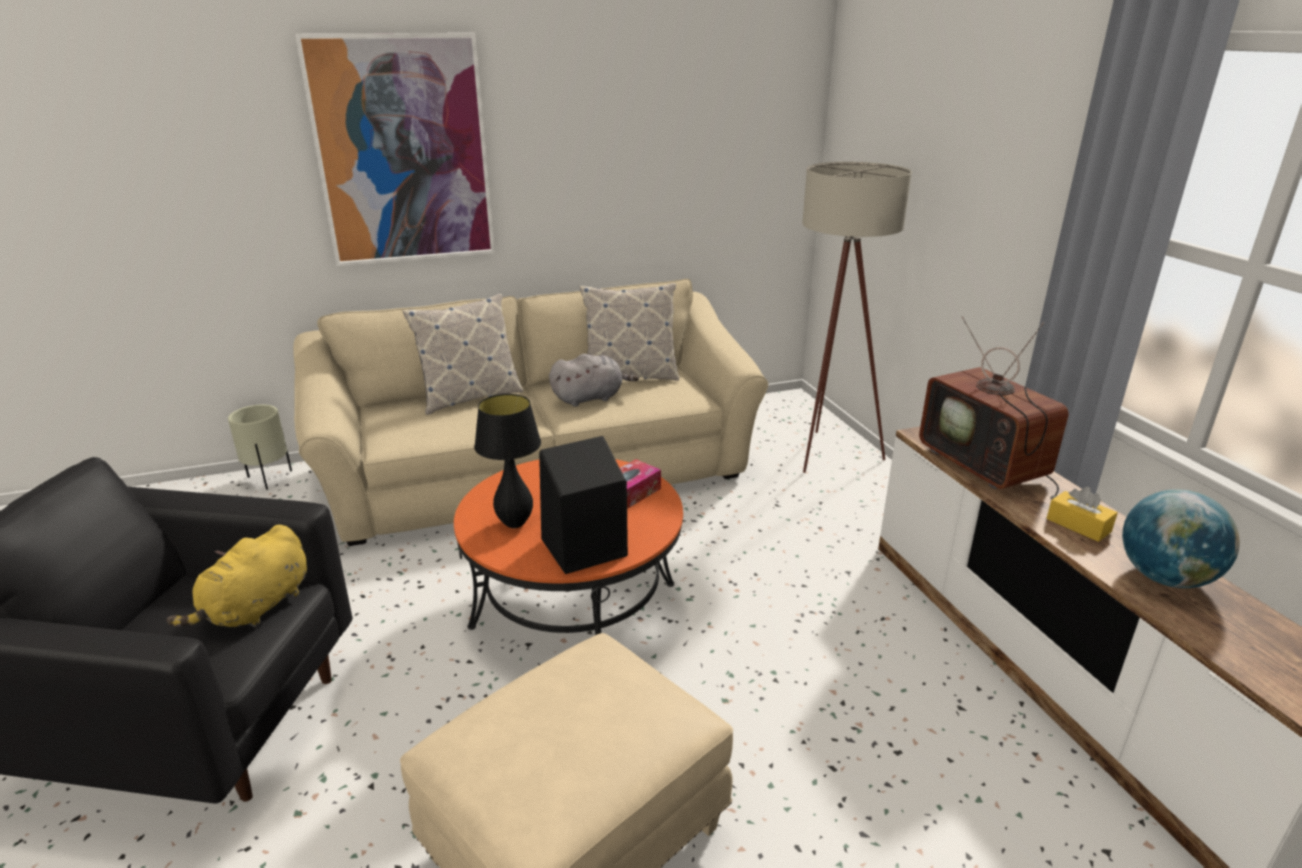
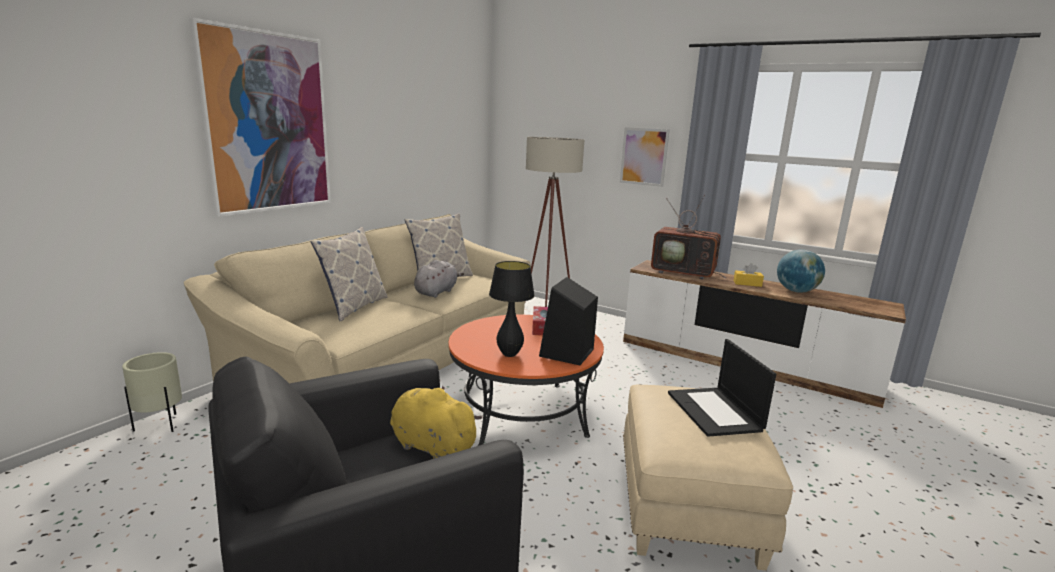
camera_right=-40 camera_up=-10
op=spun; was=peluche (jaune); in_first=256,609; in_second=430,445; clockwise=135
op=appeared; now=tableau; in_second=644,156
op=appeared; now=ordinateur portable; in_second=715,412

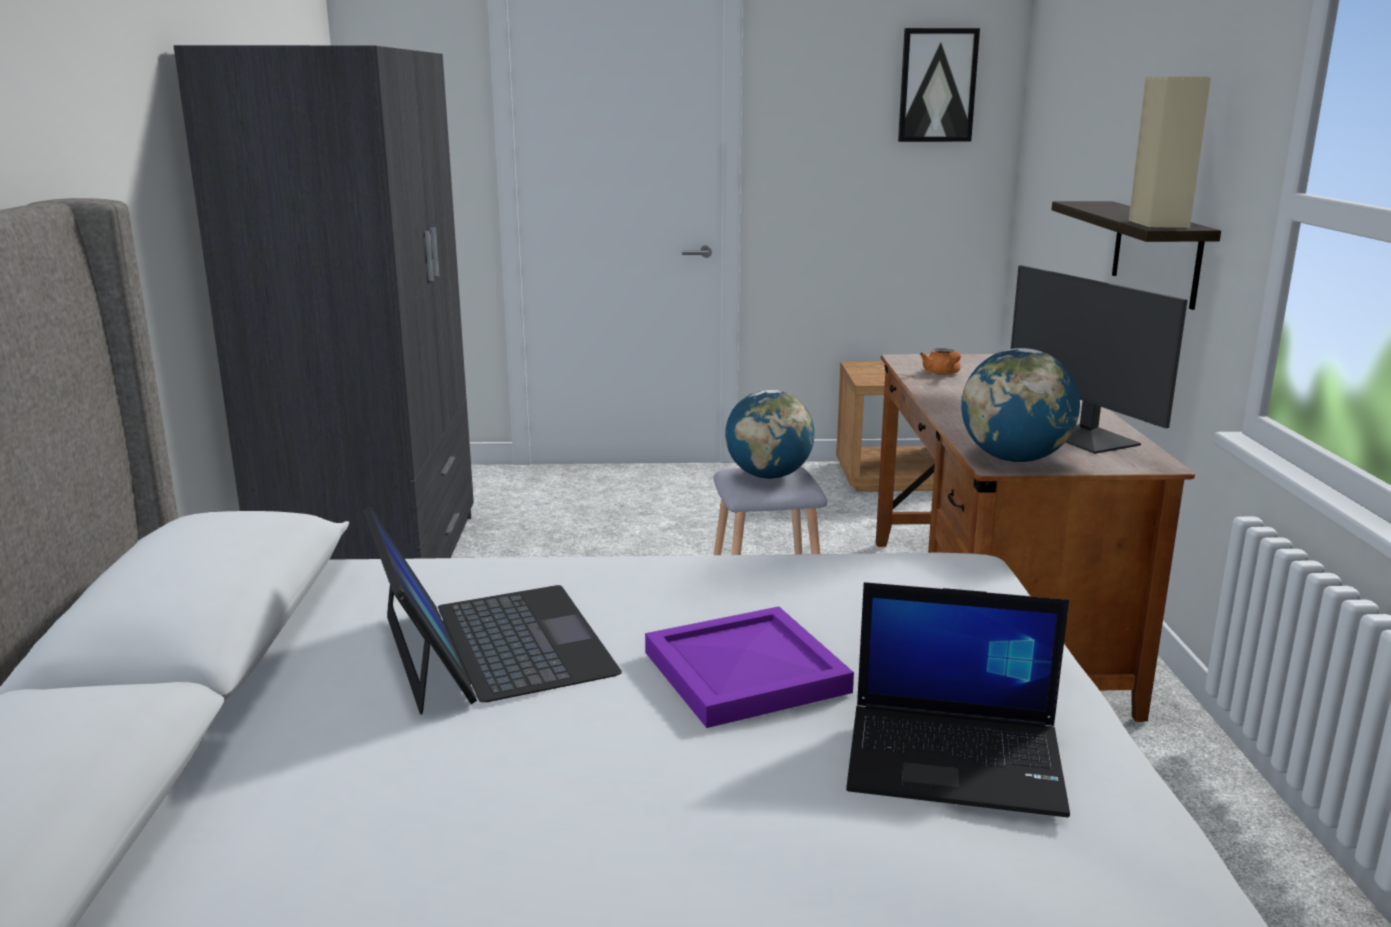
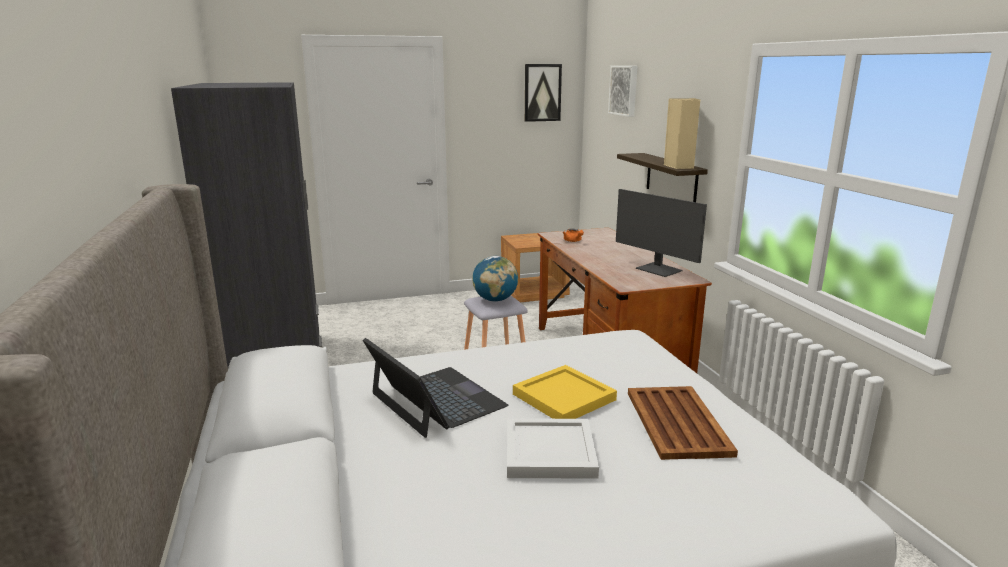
camera_right=-15 camera_up=0
op=appeared; now=plateau (blanc); in_second=548,452
op=colour; was=plateau (violet); now=plateau (jaune); in_first=749,672; in_second=565,397
op=appeared; now=tableau; in_second=624,90
op=exchanged; was=ordinateur portable; now=plateau (marron); in_first=957,759; in_second=677,422
op=missing; was=globe; in_first=1014,459

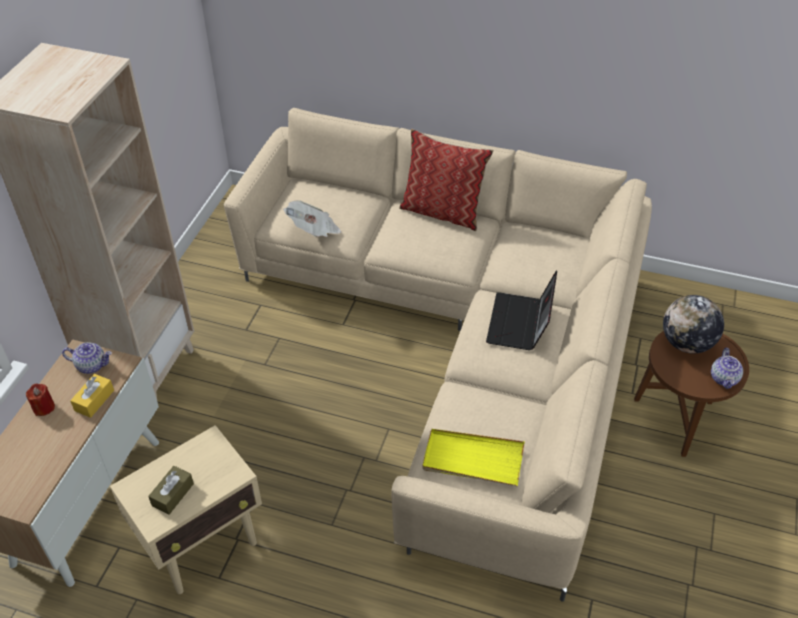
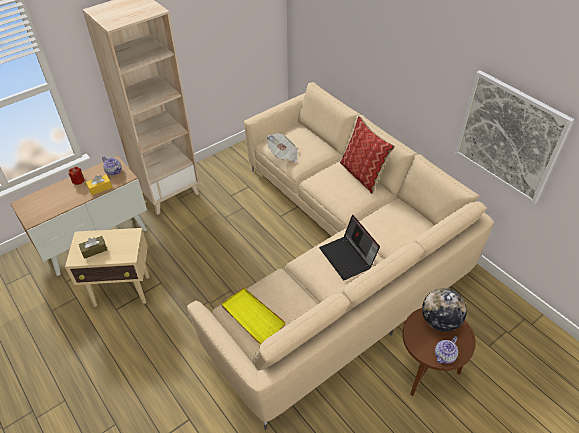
camera_right=35 camera_up=0
op=spun; was=ordinateur portable; in_first=520,324; in_second=348,257; clockwise=-75
op=appeared; now=tableau; in_second=509,137

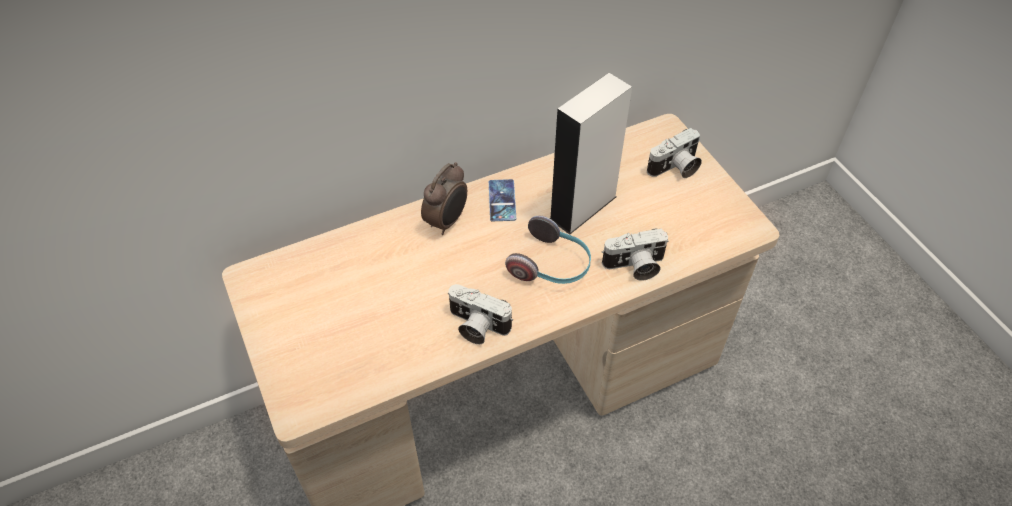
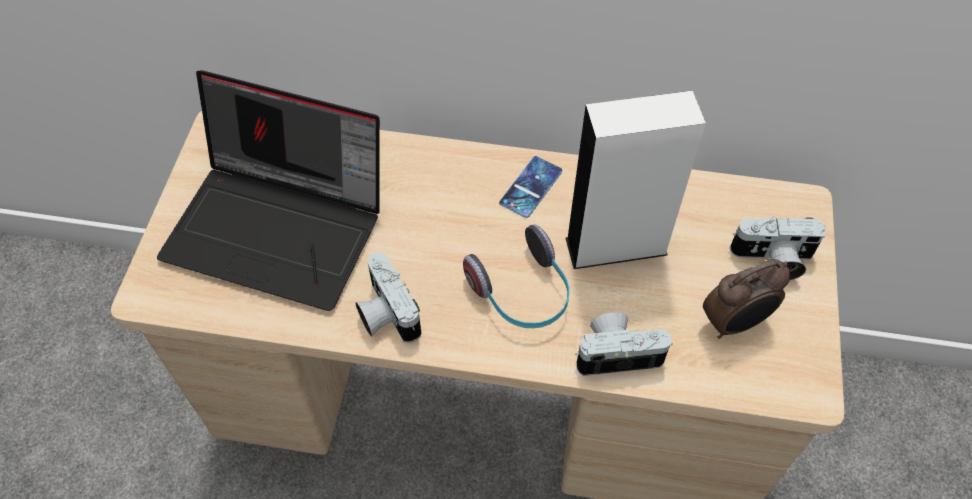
camera_right=35 camera_up=5
op=appeared; now=ordinateur portable; in_second=281,226
op=spun; was=appareil photo; in_first=635,266; in_second=617,352; clockwise=150
op=relocated; was=réveil; in_first=447,221; in_second=735,323

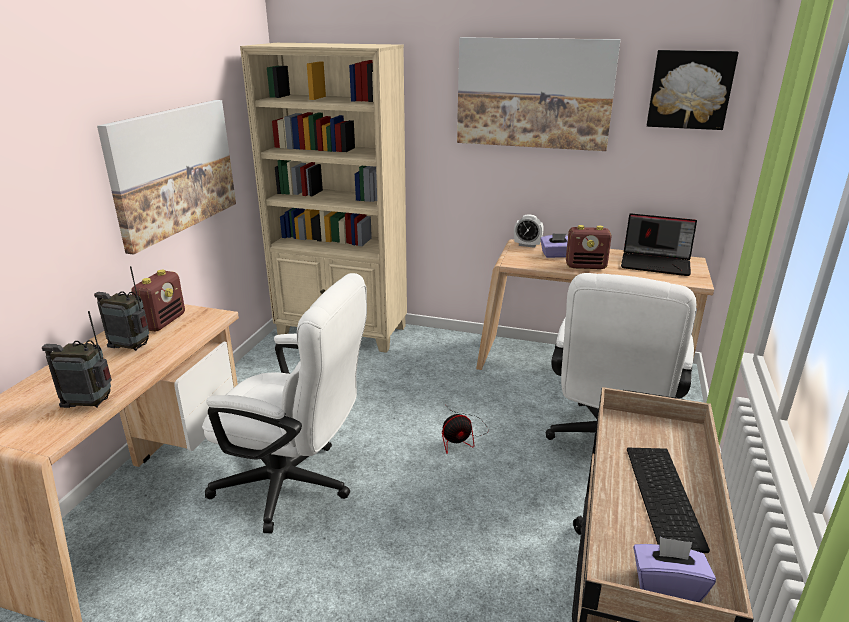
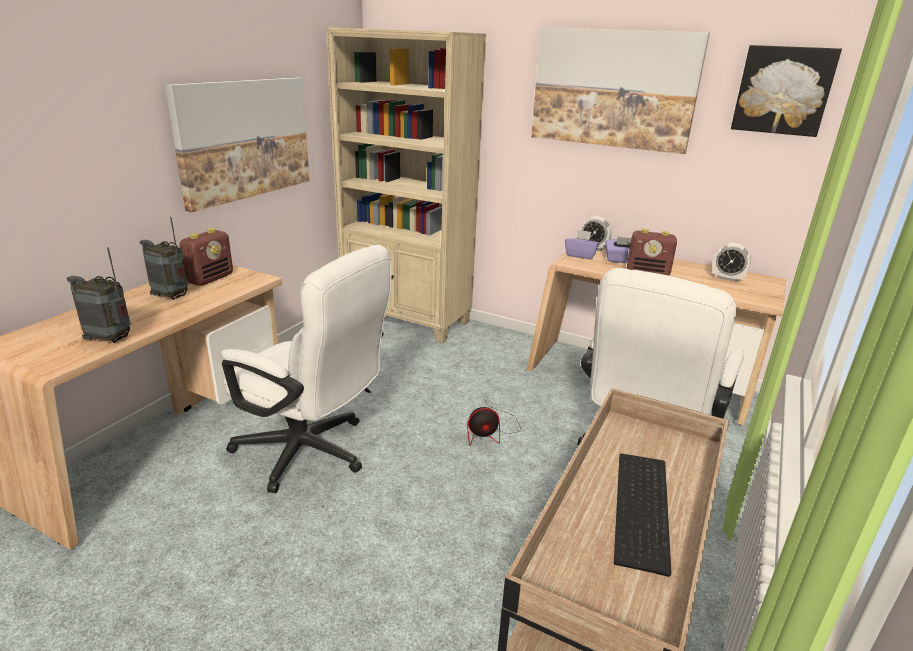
camera_right=10 camera_up=0
op=relocated; was=boîte à mouchoirs (violet); in_first=667,584; in_second=580,255
op=exchanged; was=ordinateur portable; now=réveil; in_first=656,263; in_second=727,278

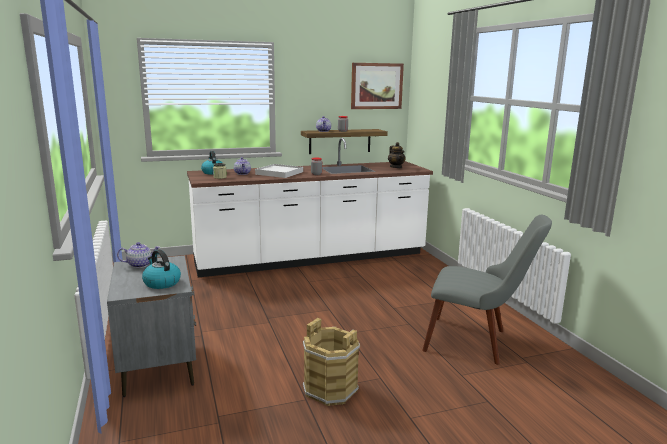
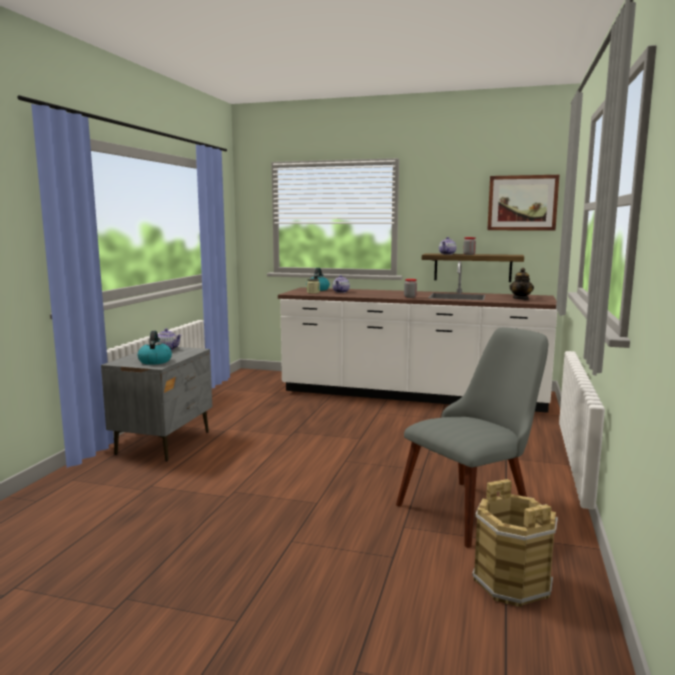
camera_right=35 camera_up=-5
op=spun; was=chaise (gris); in_first=477,342; in_second=474,506; clockwise=-90
op=relocated; was=seau (marron); in_first=330,389; in_second=512,582
op=missing; was=plateau (blanc); in_first=279,173

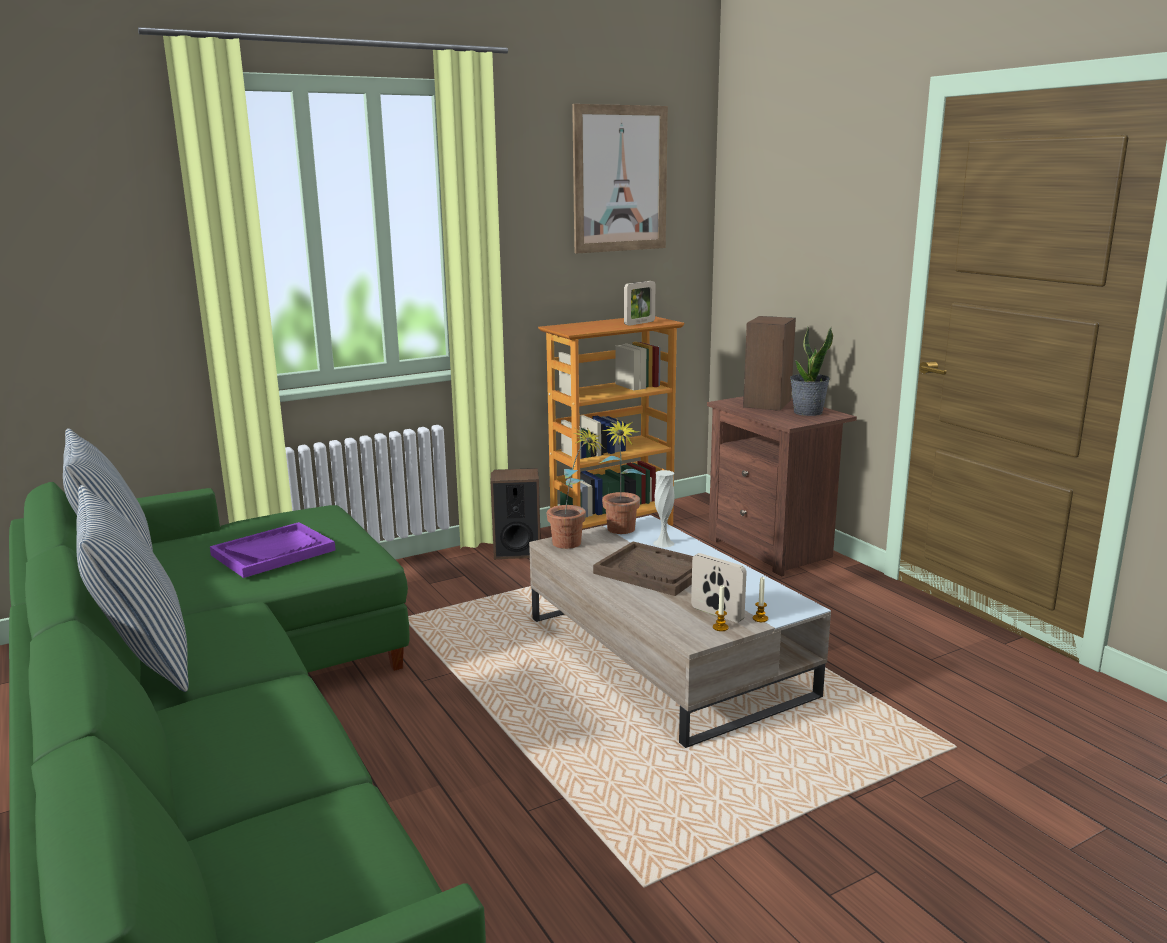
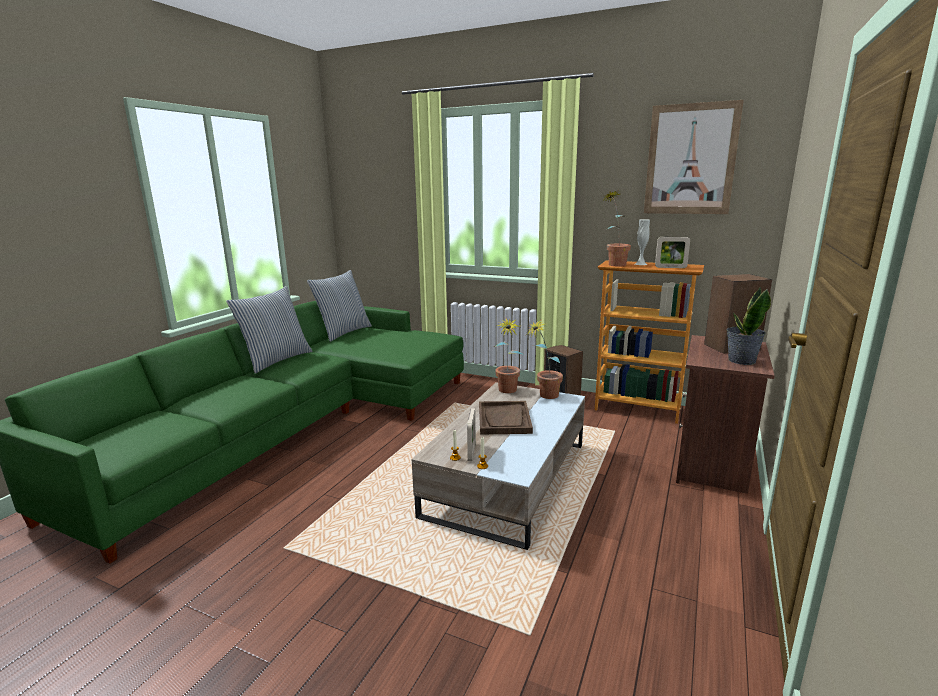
camera_right=55 camera_up=0
op=appeared; now=plante en pot; in_second=614,264
op=relocated; was=vase (blanc); in_first=663,543; in_second=640,264
op=missing; was=plateau (violet); in_first=273,552

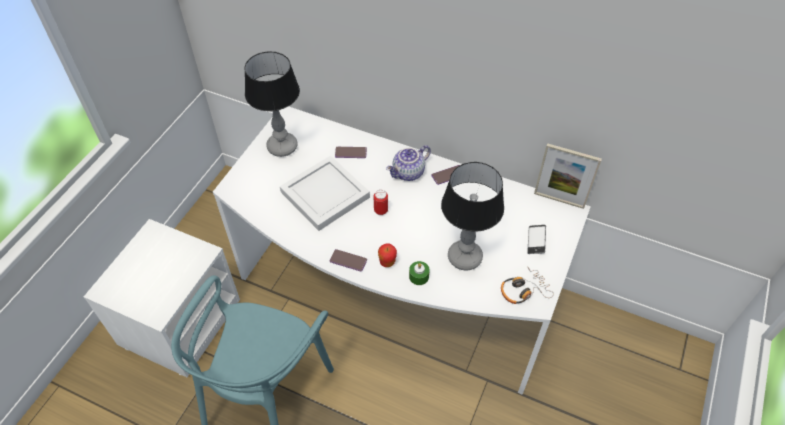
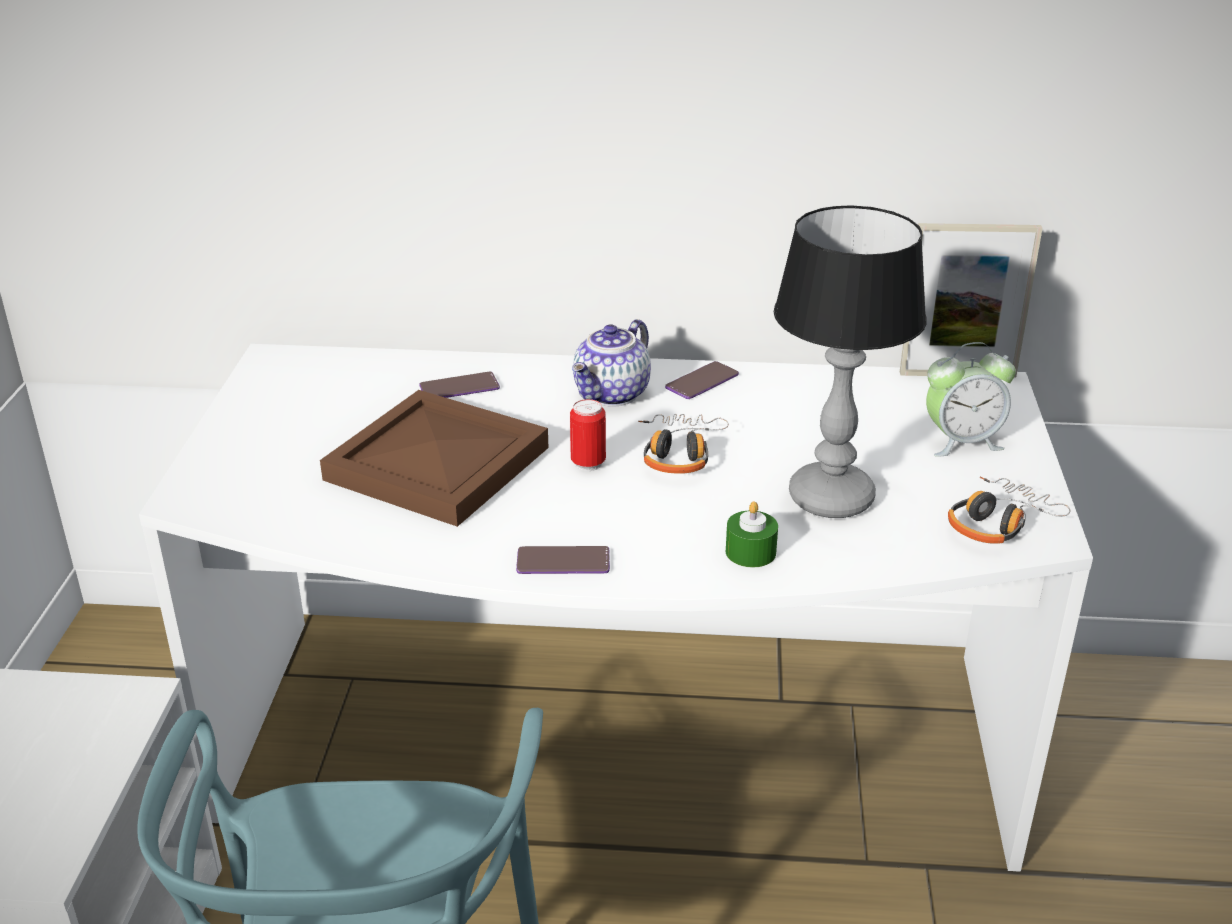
camera_right=-20 camera_up=-20
op=colour; was=plateau (blanc); now=plateau (marron); in_first=325,196; in_second=438,465
op=appeared; now=casque audio; in_second=679,453
op=exchanged; was=téléphone; now=réveil; in_first=536,241; in_second=961,442
op=missing; was=lampe de table; in_first=282,147
op=missing; was=pomme; in_first=387,262

